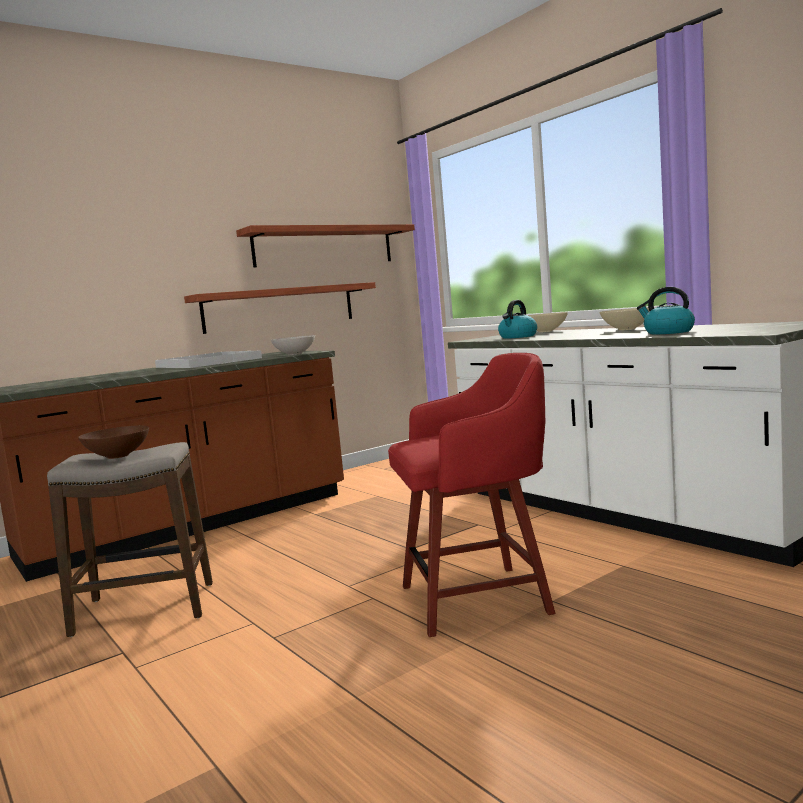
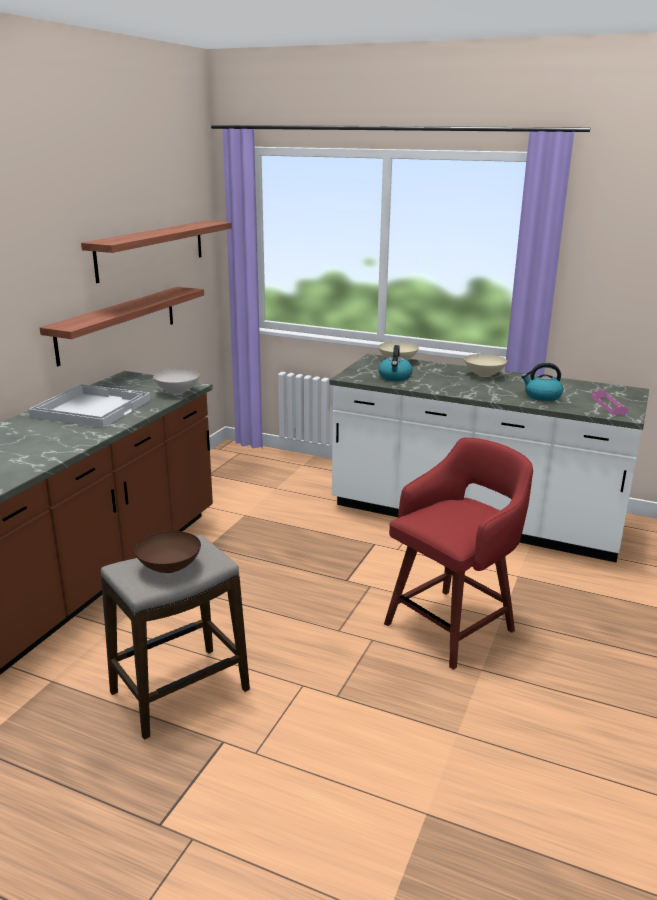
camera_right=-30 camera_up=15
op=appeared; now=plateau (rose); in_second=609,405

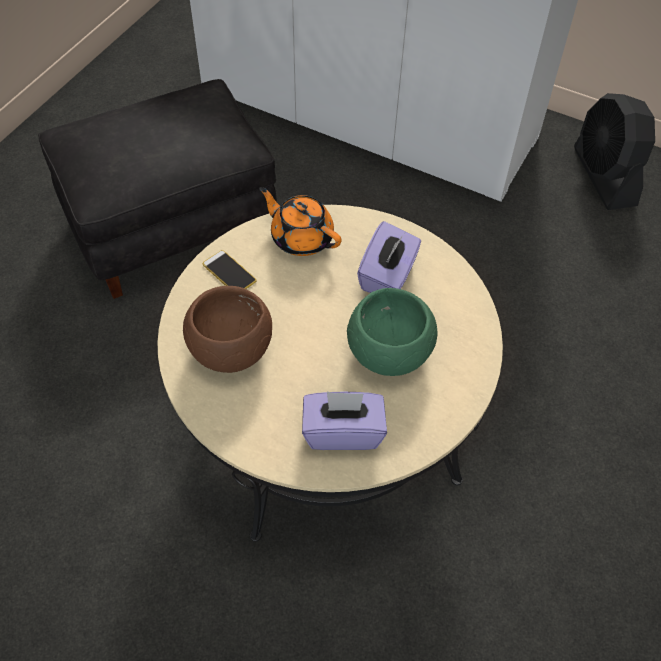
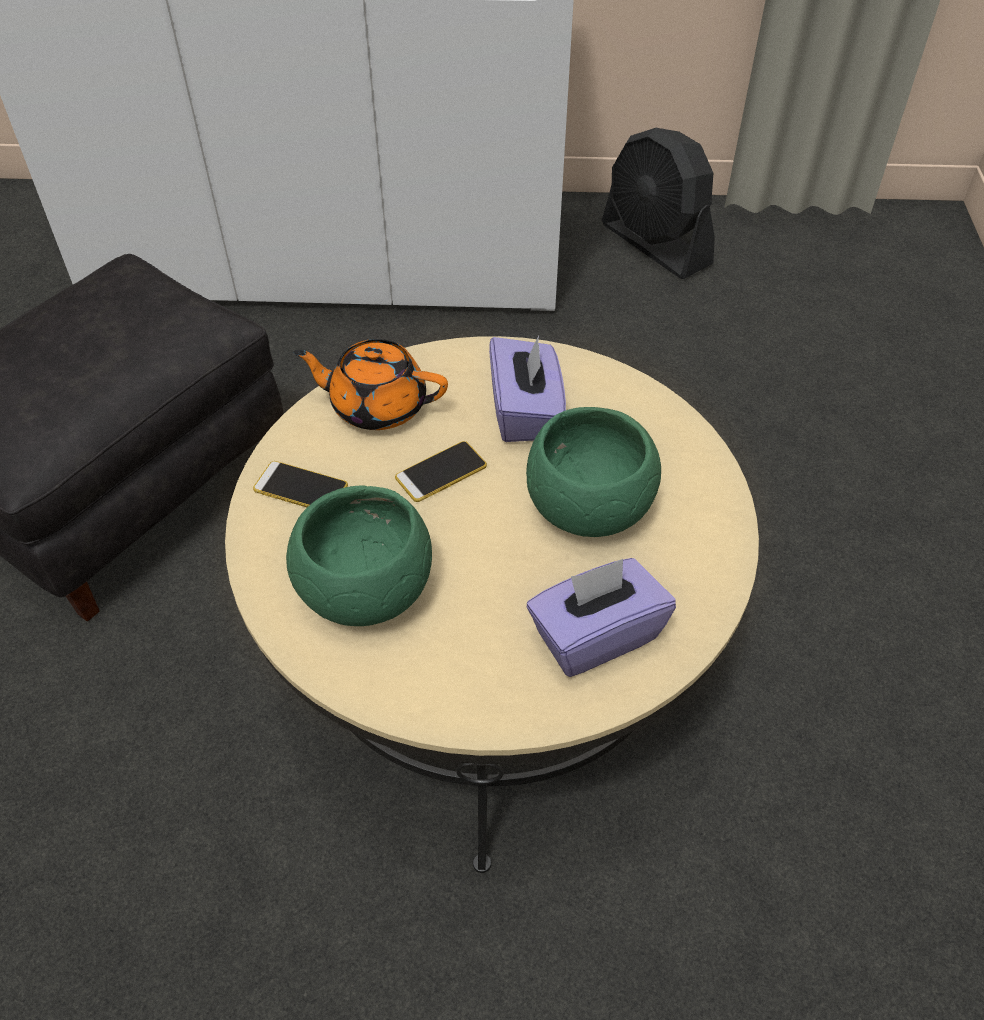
camera_right=-25 camera_up=-5
op=colour; was=bol (marron); now=bol (vert); in_first=231,348; in_second=365,589
op=appeared; now=téléphone; in_second=441,472

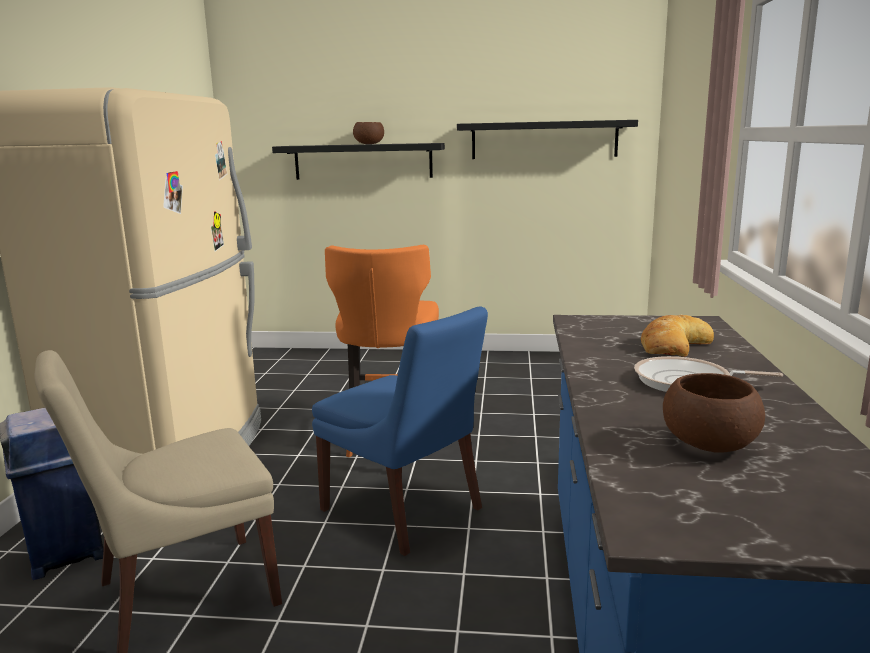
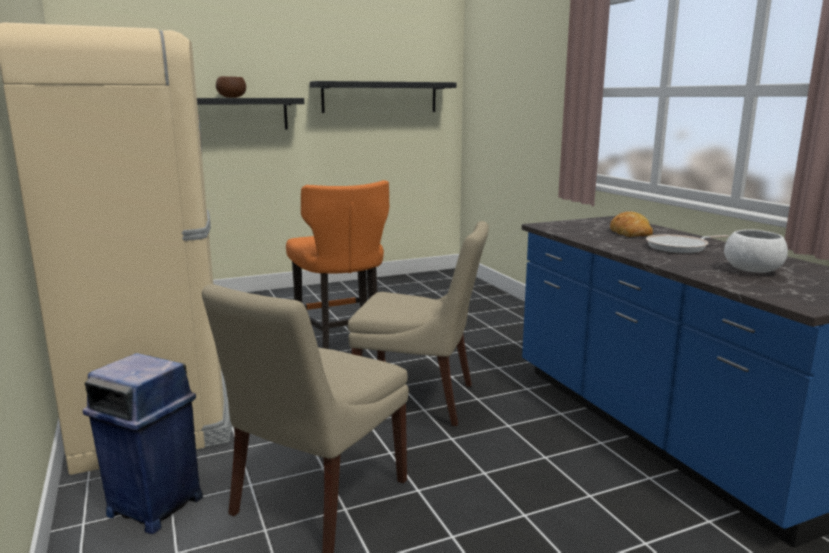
camera_right=-30 camera_up=0
op=colour; was=chaise (bleu); now=chaise (beige); in_first=405,511; in_second=419,400
op=colour; was=bol (marron); now=bol (blanc); in_first=709,444; in_second=752,271

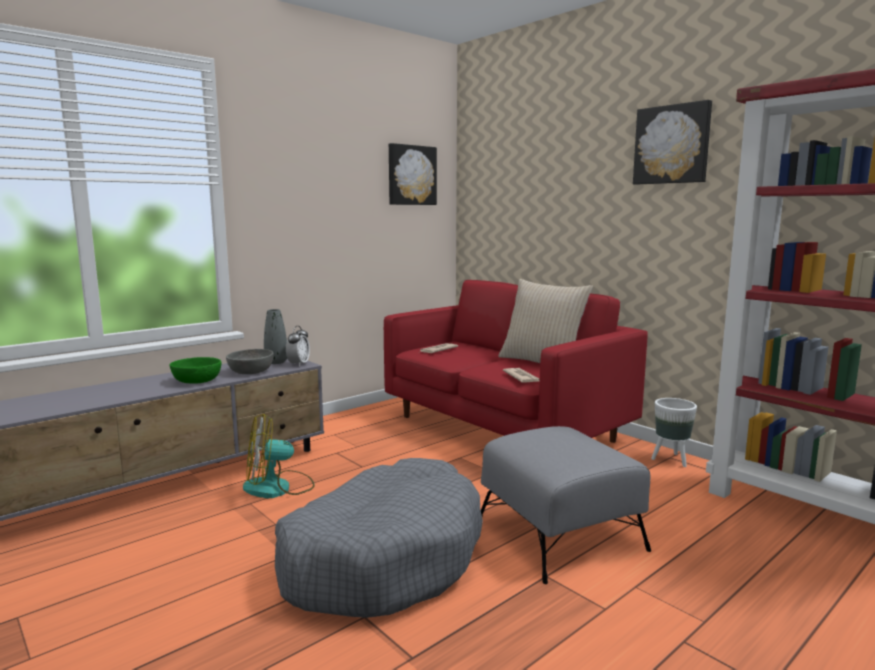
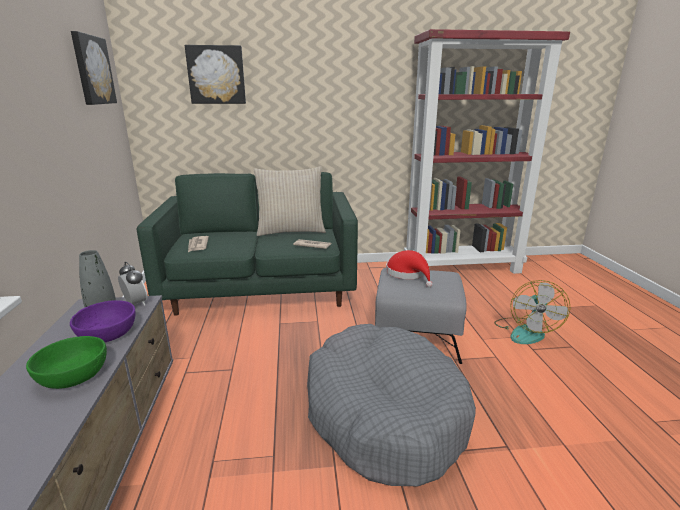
camera_right=-55 camera_up=10
op=colour; was=bol (gris); now=bol (violet); in_first=251,371; in_second=108,334
op=colour; was=canapé (rouge); now=canapé (vert); in_first=503,428; in_second=261,290
op=relocated; was=tableau; in_first=672,144; in_second=216,75
op=appeared; now=chapeau (rouge); in_second=408,274
op=relocated; was=ventilateur; in_first=278,488; in_second=525,331
op=missing; was=cache-pot (blanc); in_first=671,460

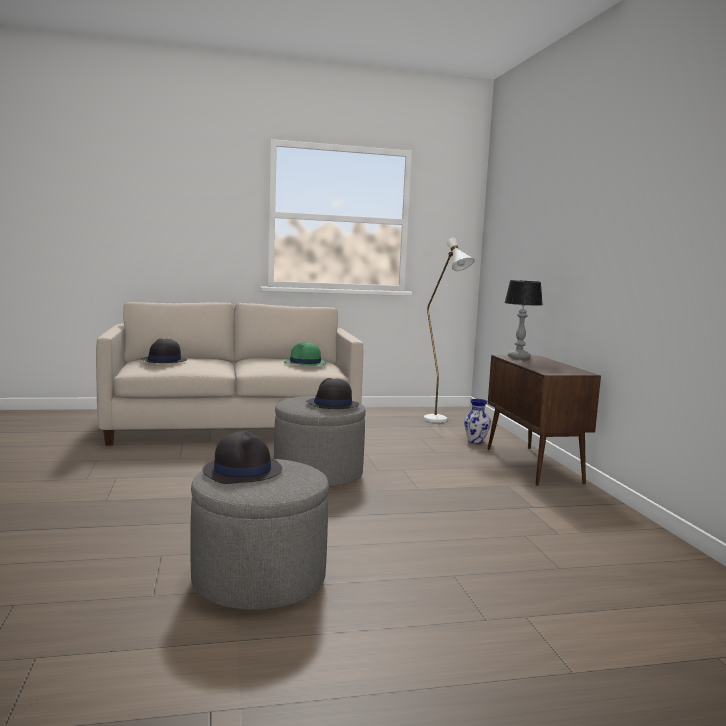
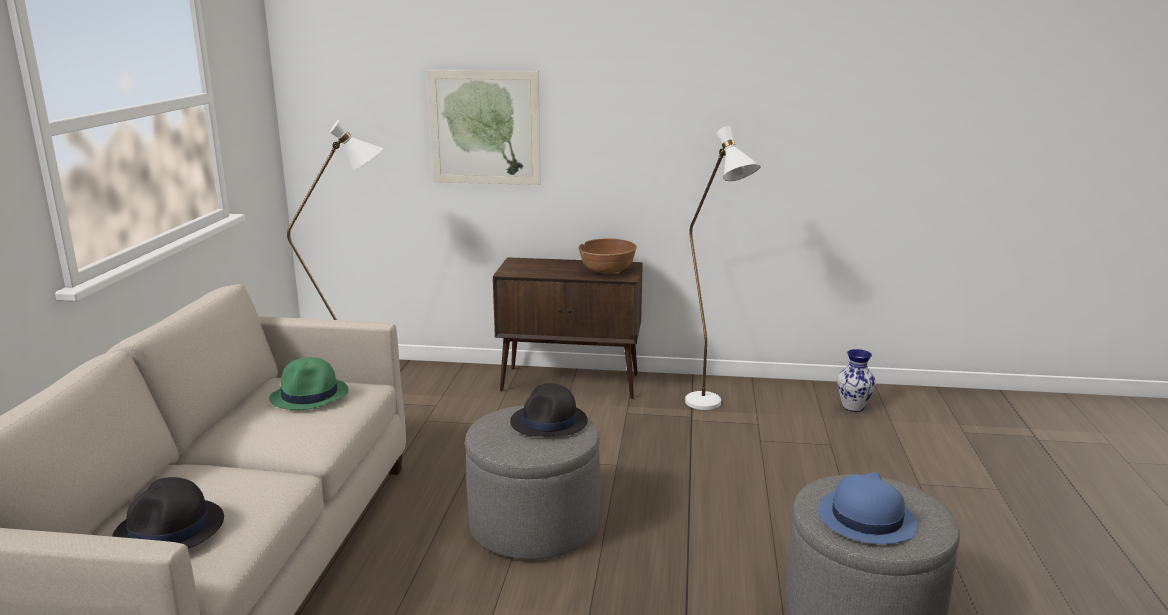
camera_right=-70 camera_up=10
op=appeared; now=tableau; in_second=485,128
op=appeared; now=bol (marron); in_second=607,271
op=appeared; now=lampadaire (blanc); in_second=711,407
op=colour; was=chapeau (noir); now=chapeau (bleu); in_first=243,471; in_second=865,518
op=relocated; was=vase; in_first=476,441; in_second=852,407
op=missing; was=lampe de table; in_first=519,357

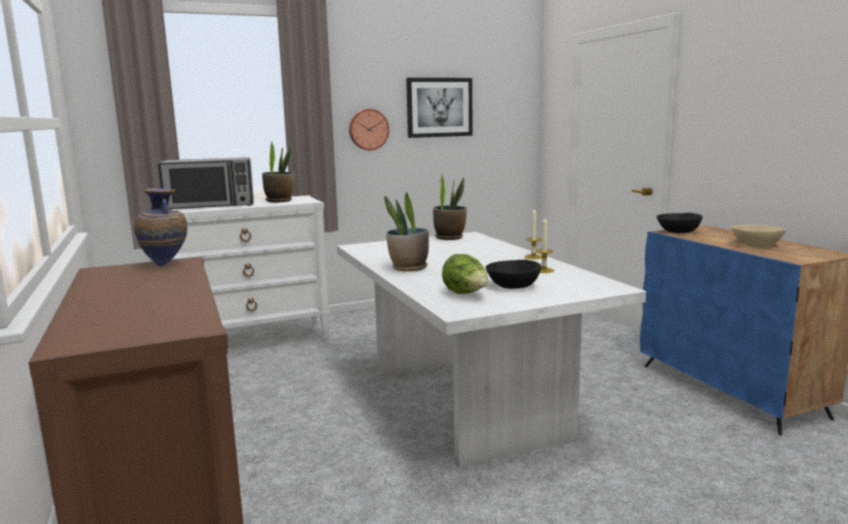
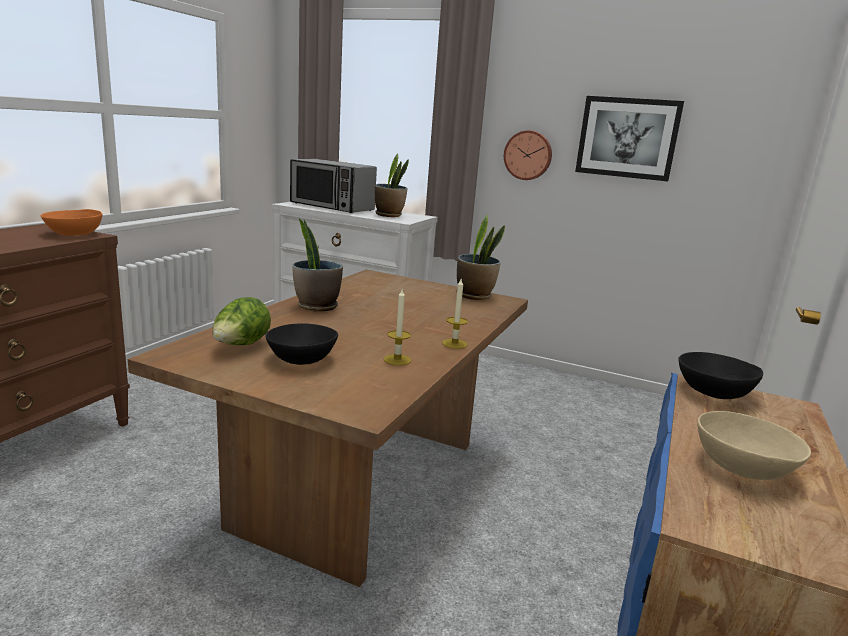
camera_right=45 camera_up=5
op=exchanged; was=vase; now=bol (orange); in_first=166,265; in_second=74,234
op=colour; was=table à manger (blanc); now=table à manger (marron); in_first=467,403; in_second=362,483

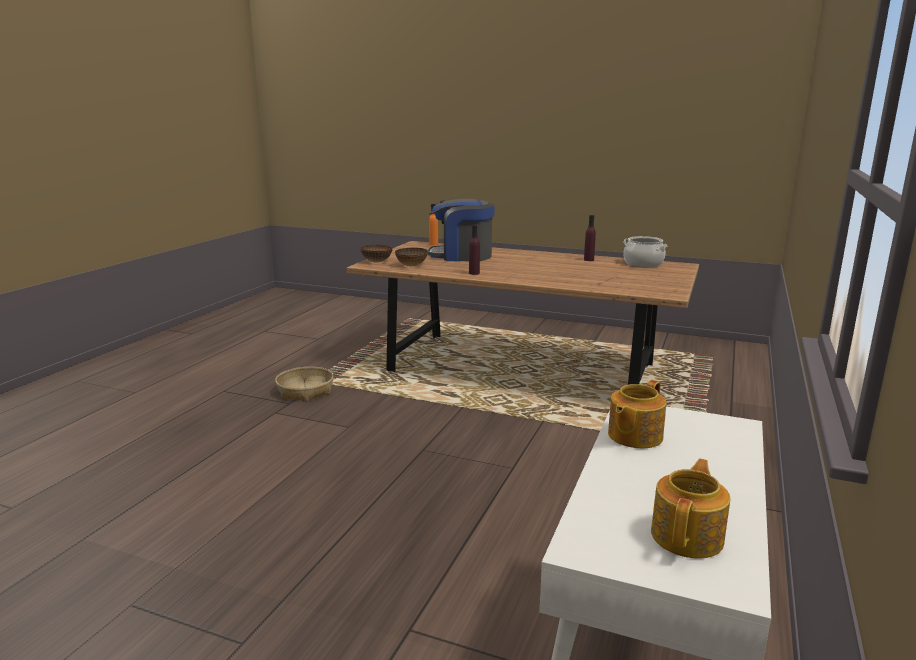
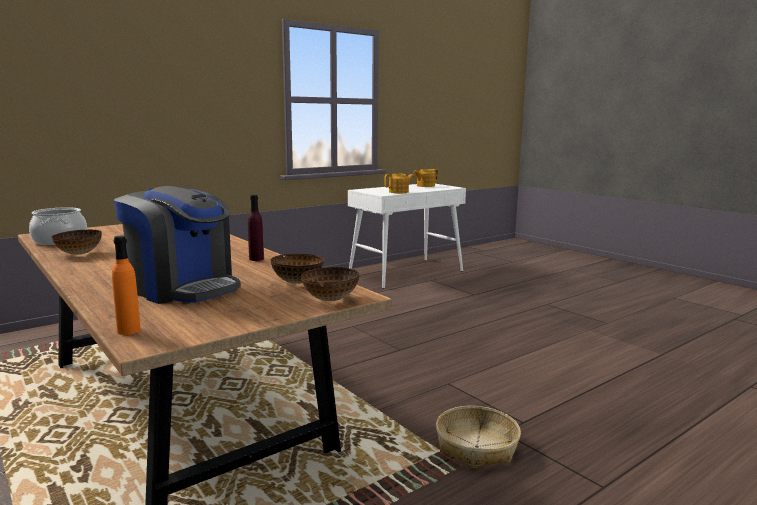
camera_right=-150 camera_up=-5
op=exchanged; was=bouteille (violet); now=bol; in_first=589,260; in_second=78,254

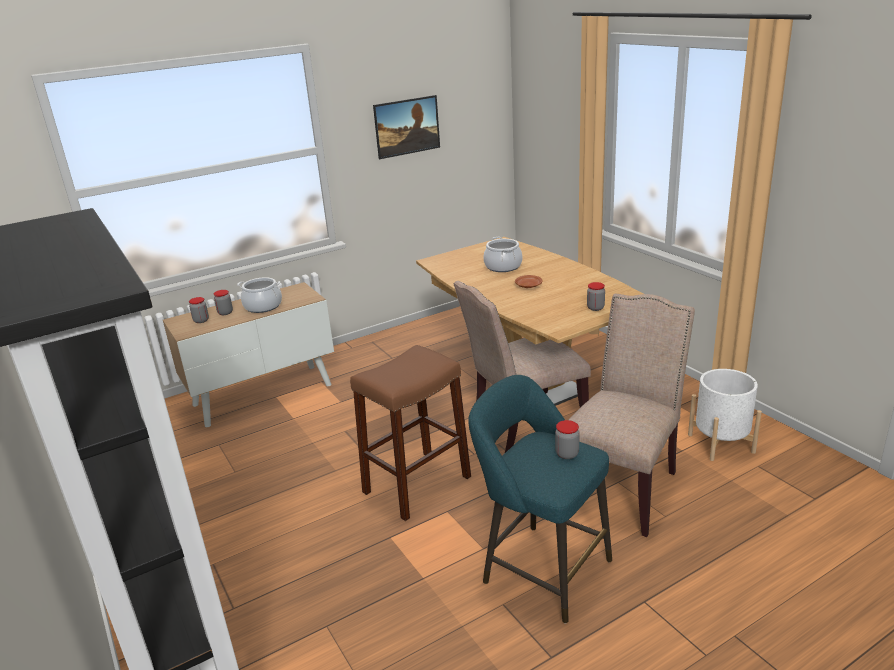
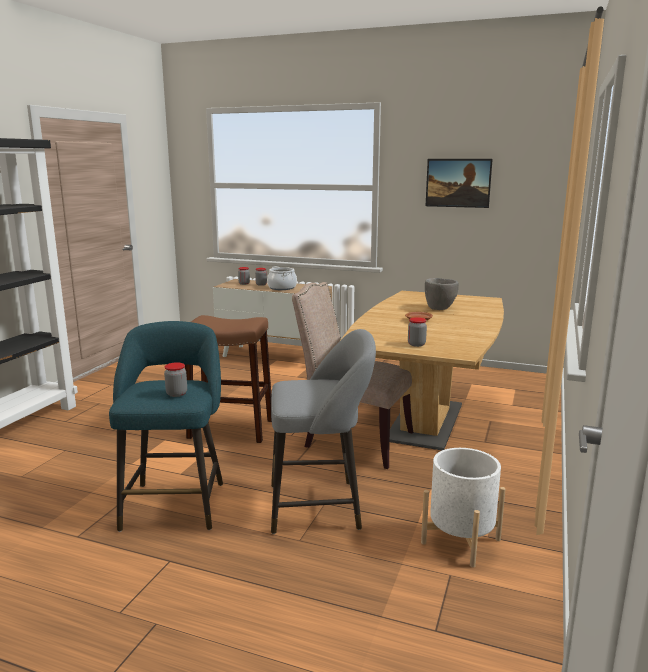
camera_right=50 camera_up=-10
op=exchanged; was=chaise (beige); now=tabouret (gris); in_first=621,486; in_second=320,506
op=exchanged; was=marmite; now=bol (gris); in_first=503,266; in_second=439,308

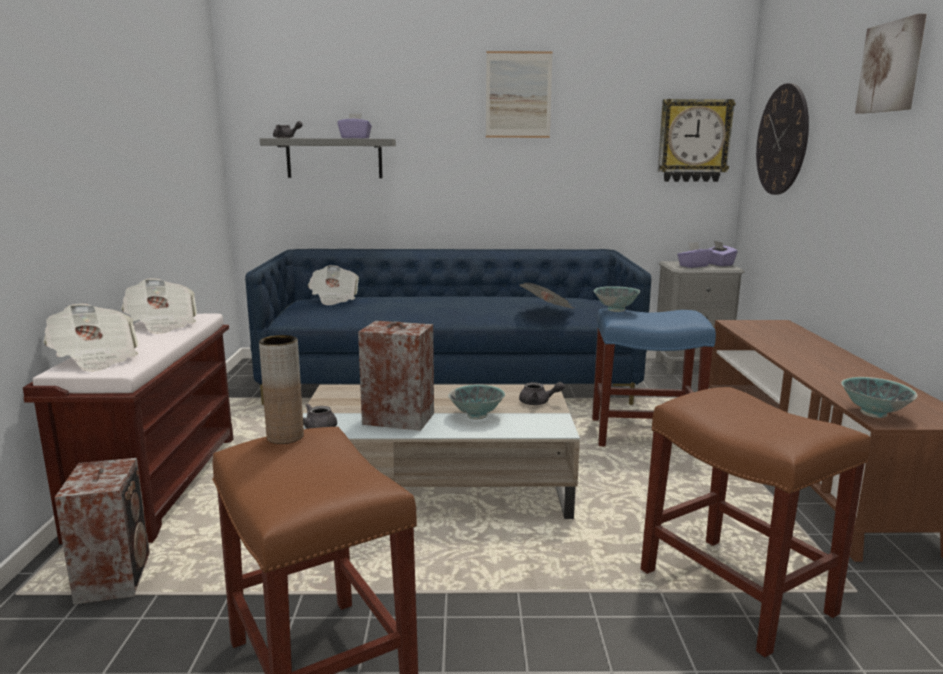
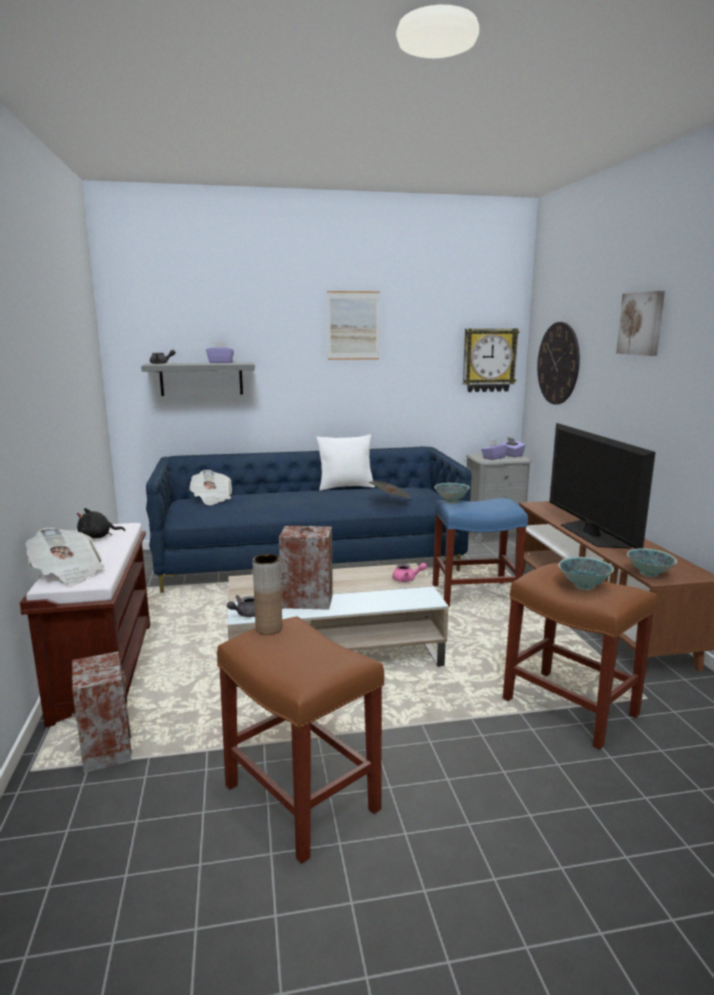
camera_right=-10 camera_up=0
op=exchanged; was=journal; now=peluche (noir); in_first=162,325; in_second=98,537
op=appeared; now=coussin (blanc); in_second=346,487
op=colour; was=théière (gris); now=théière (rose); in_first=538,402; in_second=407,579
op=appeared; now=téléviseur; in_second=591,535
op=relocated; was=bol; in_first=477,416; in_second=584,587

